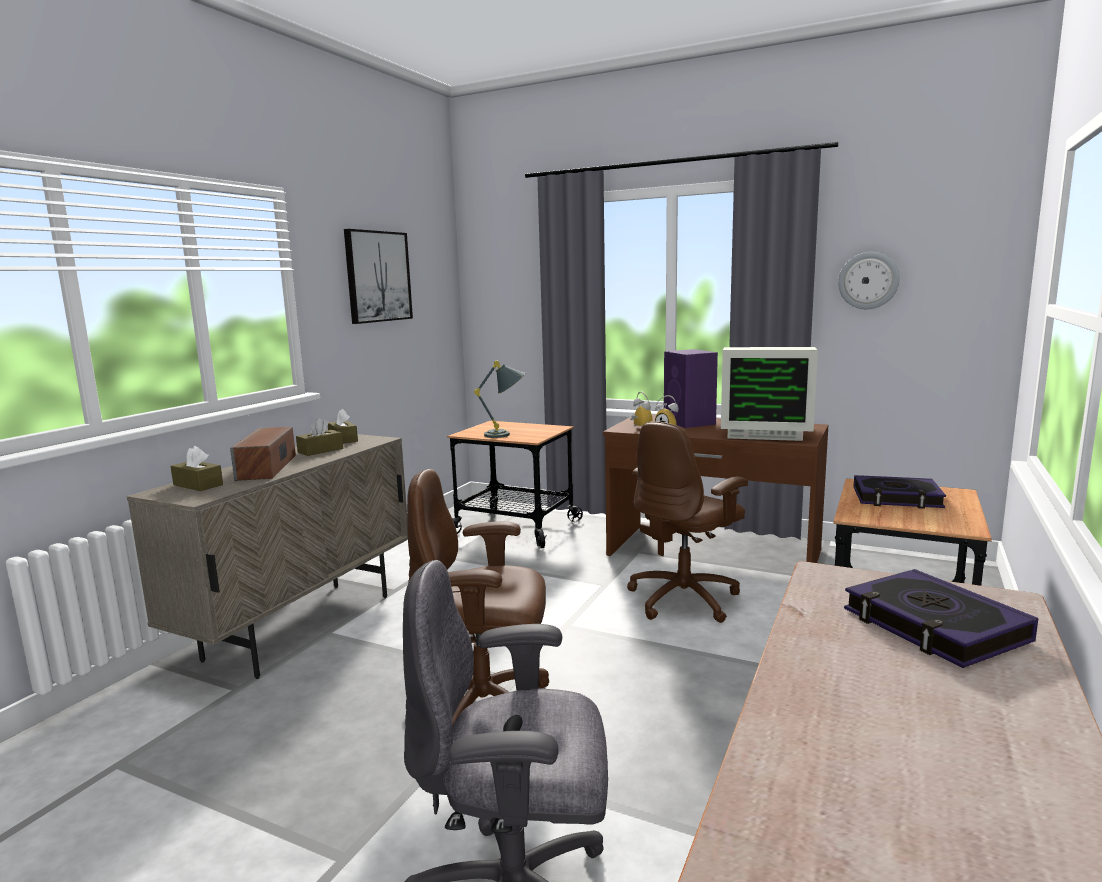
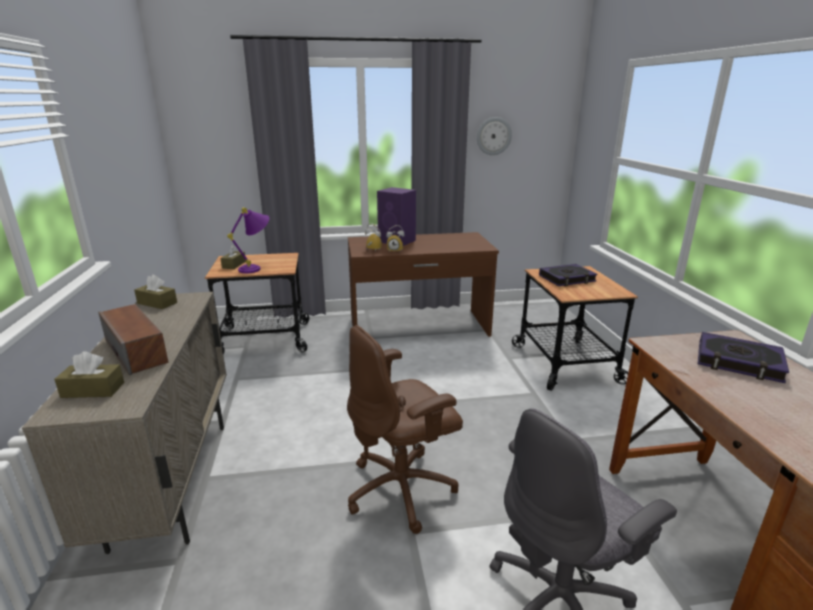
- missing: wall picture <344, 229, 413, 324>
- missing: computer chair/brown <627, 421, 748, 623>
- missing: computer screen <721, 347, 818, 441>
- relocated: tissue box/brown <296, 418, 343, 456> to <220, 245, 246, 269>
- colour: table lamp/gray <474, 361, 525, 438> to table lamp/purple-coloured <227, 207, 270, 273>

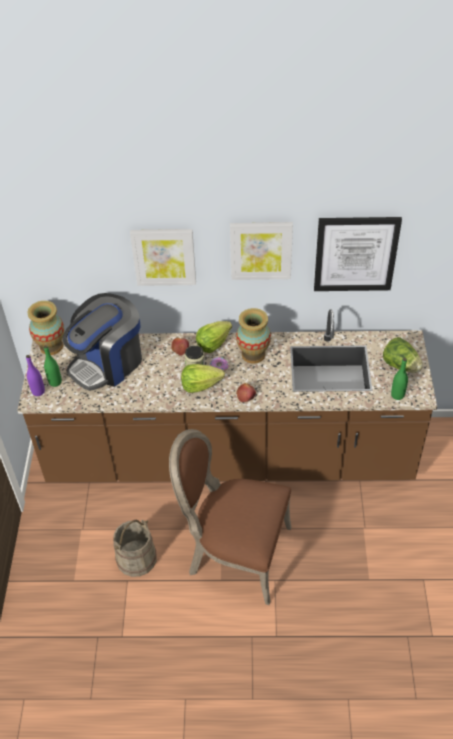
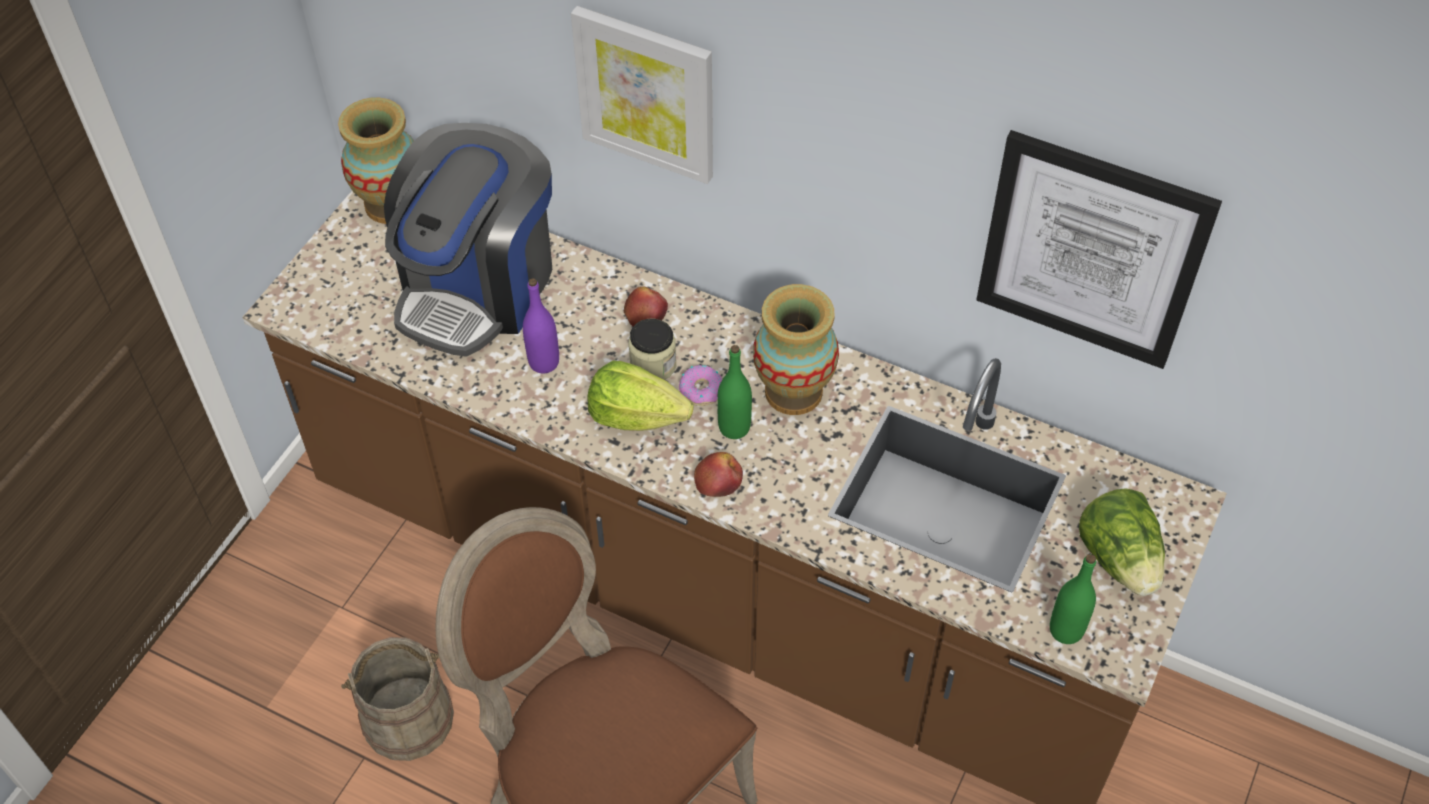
- missing: lettuce head <196, 321, 232, 353>
- missing: wall picture <230, 222, 293, 280>
- relocated: beverage bottle/purple-coloured <26, 355, 45, 396> to <523, 278, 559, 373>
- relocated: beverage bottle/green <44, 345, 62, 387> to <717, 345, 752, 439>
- spun: coffee maker <63, 293, 142, 391> = <384, 123, 552, 357> 45 degrees counterclockwise

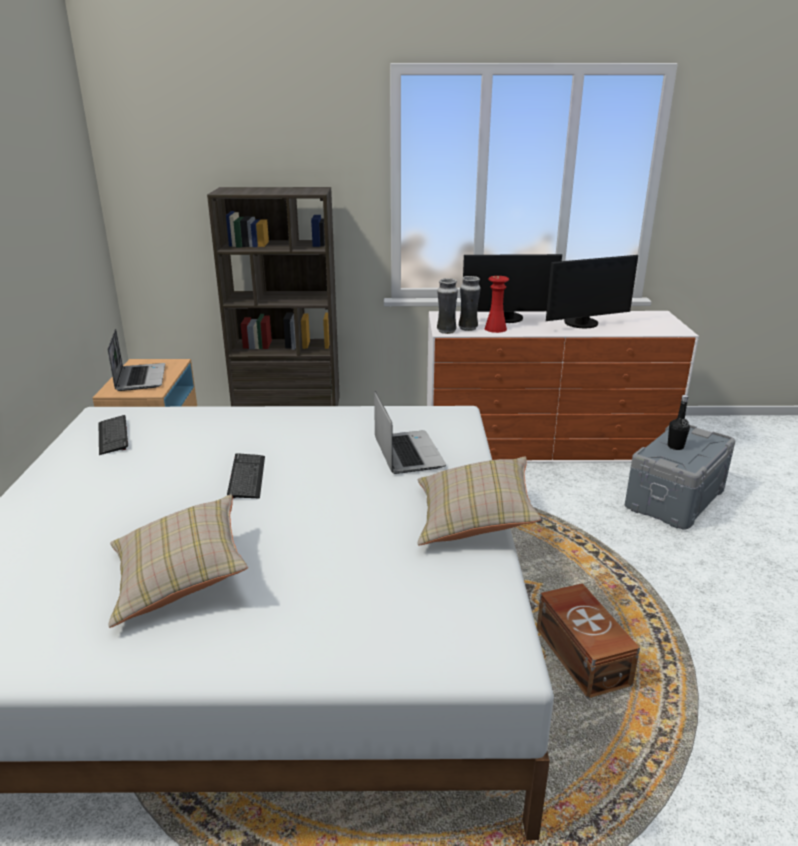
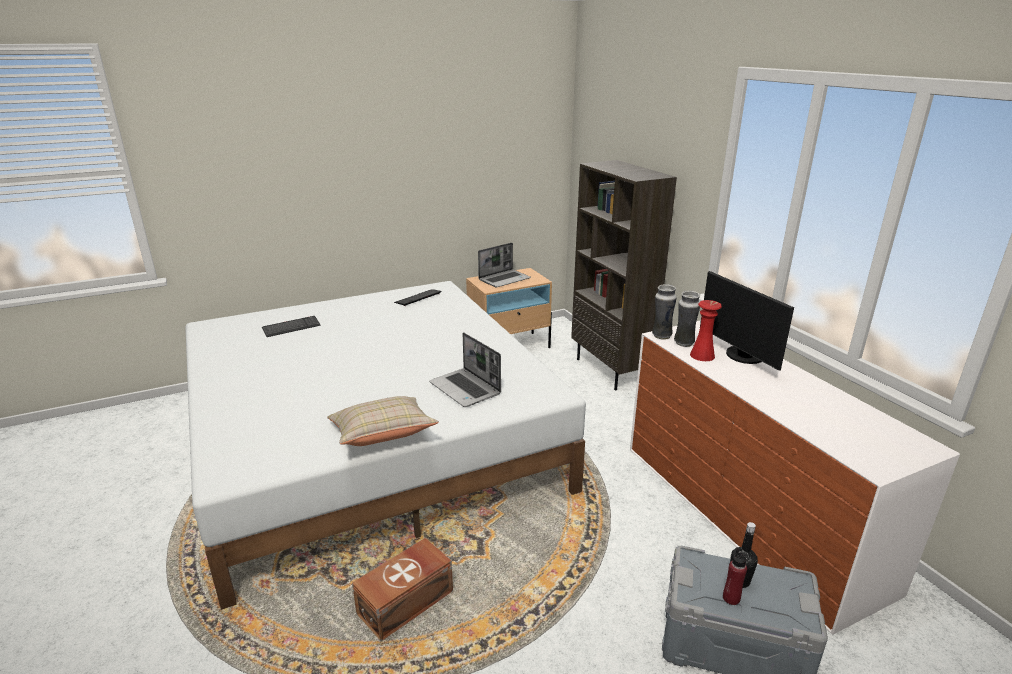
- missing: throw pillow/sand-coloured <108, 494, 248, 628>
- missing: computer screen <546, 255, 638, 328>
- appeared: beverage bottle/reddish <723, 548, 749, 605>
- relocated: computer keyboard <227, 453, 265, 499> to <262, 316, 321, 337>
- spun: laptop <374, 391, 446, 474> = <429, 332, 501, 407> 90 degrees clockwise

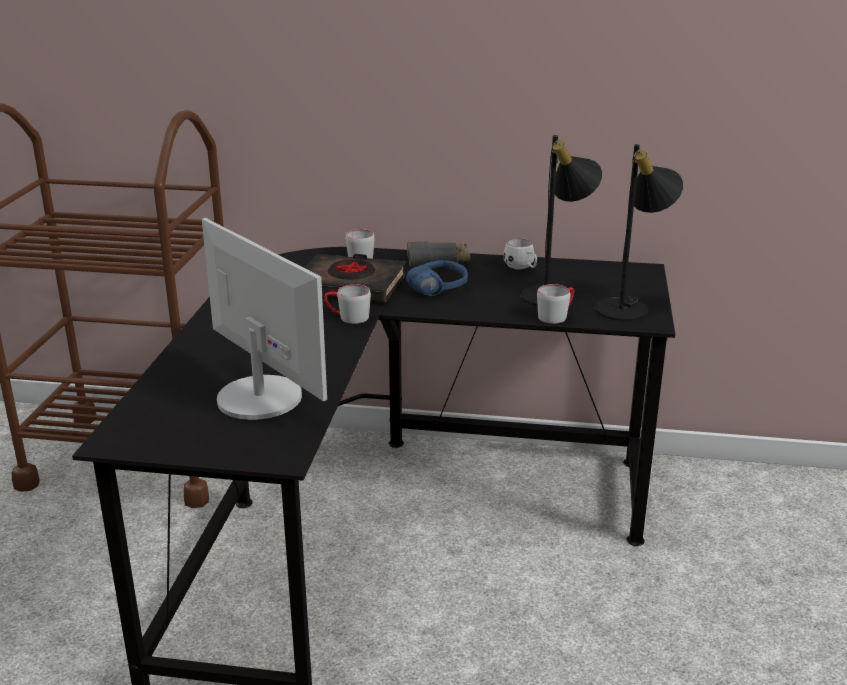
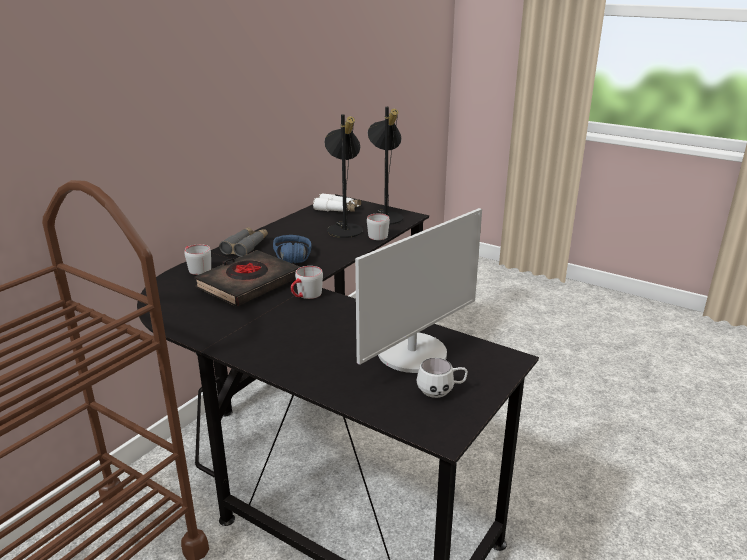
- appeared: binoculars/white <313, 193, 361, 212>
- relocated: mug/white <503, 238, 537, 270> to <417, 358, 468, 398>
- spun: computer screen <202, 218, 327, 420> = <355, 208, 482, 373> 150 degrees clockwise

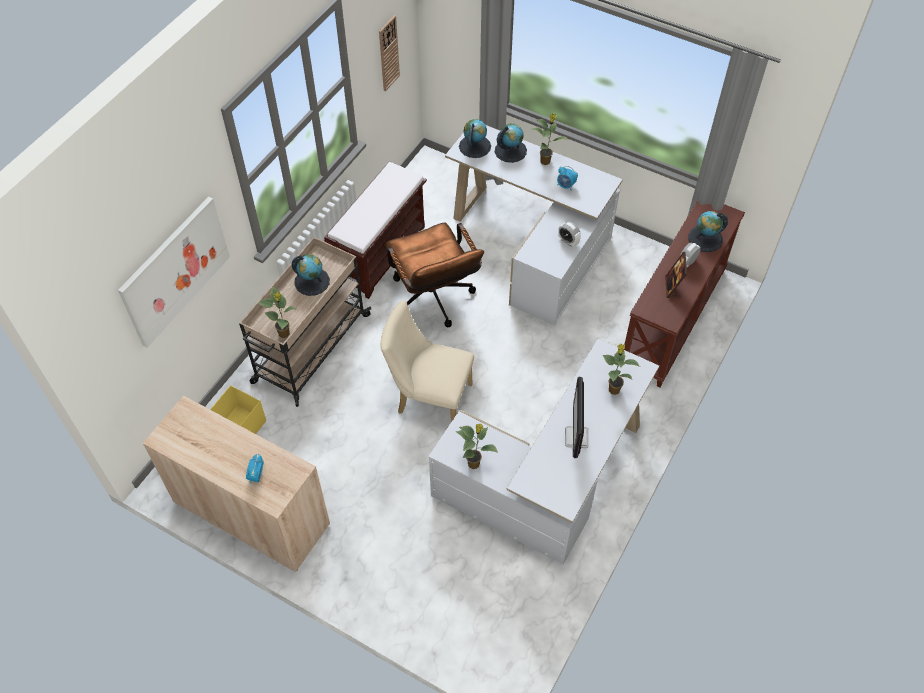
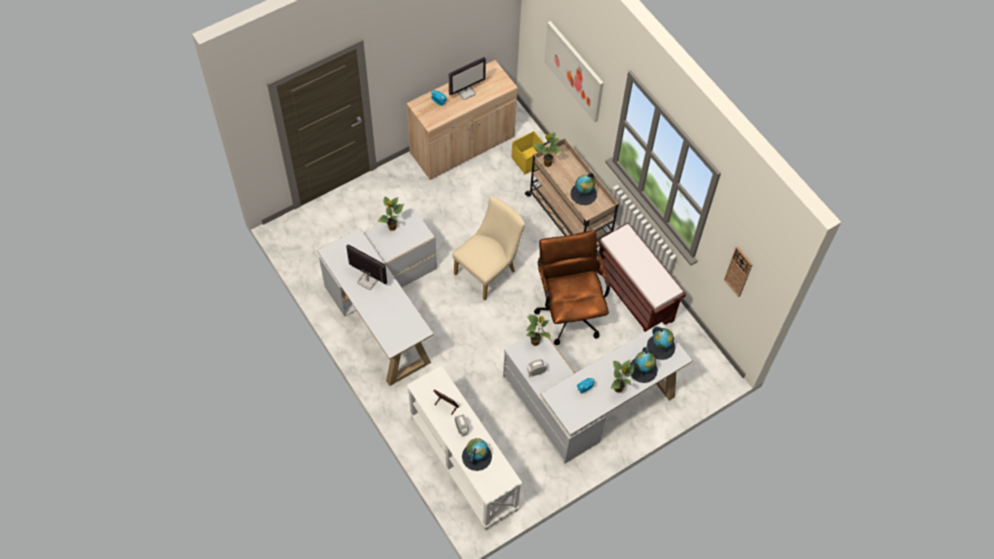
- appeared: computer screen <449, 57, 486, 100>
- relocated: houseplant <603, 344, 640, 395> to <526, 314, 551, 346>
- colour: narrow table/brown <624, 200, 745, 388> to narrow table/white <407, 365, 522, 531>
- spun: computer chair/brown <384, 223, 484, 327> = <534, 230, 610, 345> 75 degrees clockwise

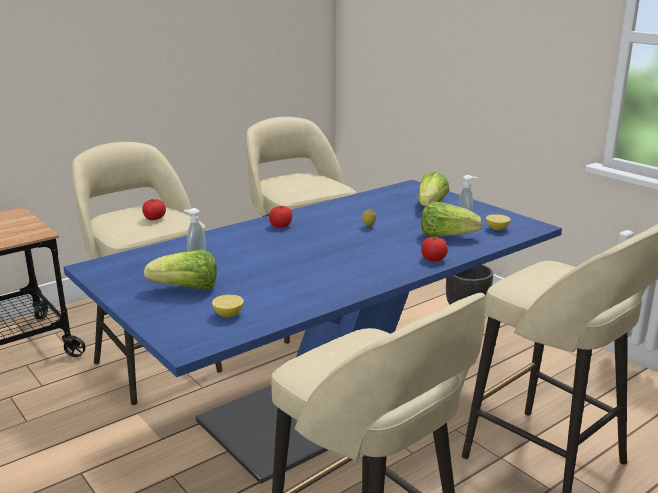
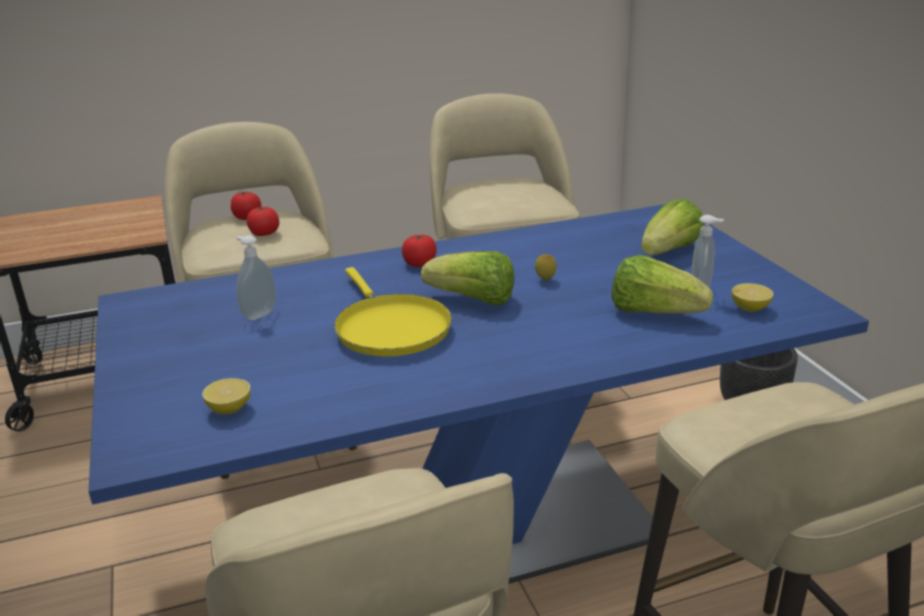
- appeared: pan/yellow <334, 267, 452, 356>
- relocated: lettuce head <144, 250, 217, 290> to <421, 251, 514, 305>
- relocated: fresh tomato <421, 237, 448, 261> to <231, 191, 261, 220>

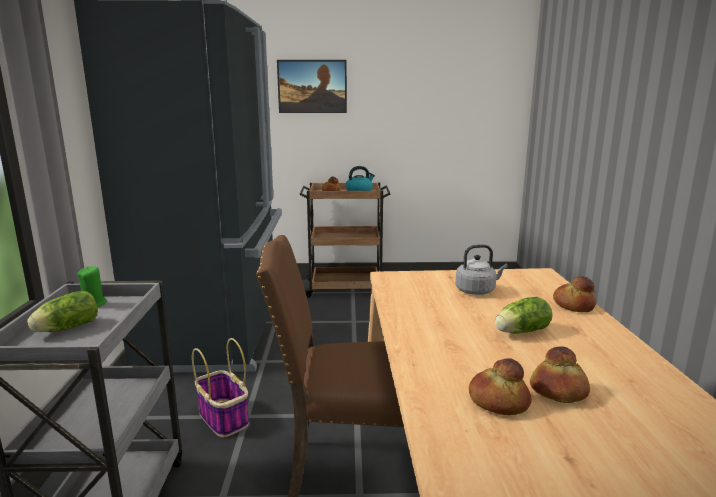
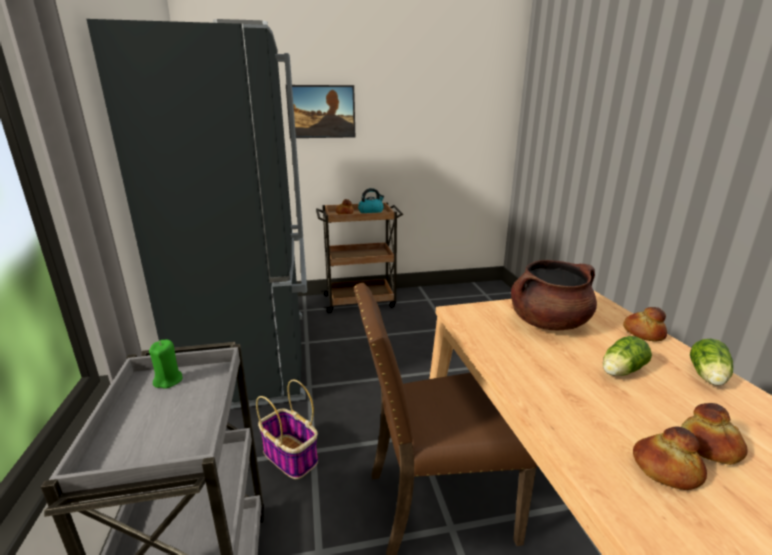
- relocated: lettuce head <27, 291, 98, 332> to <690, 339, 733, 386>
- exchanged: tea kettle/gray <455, 244, 508, 295> to stockpot/brown <511, 260, 597, 330>

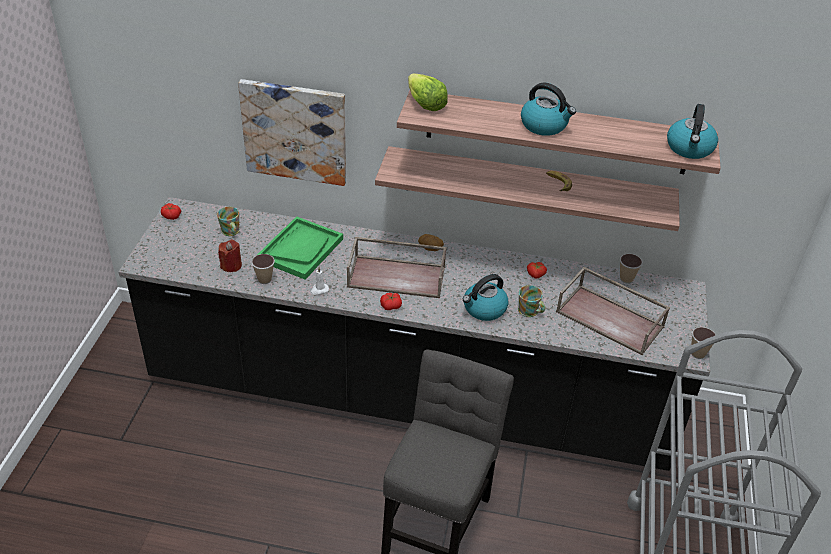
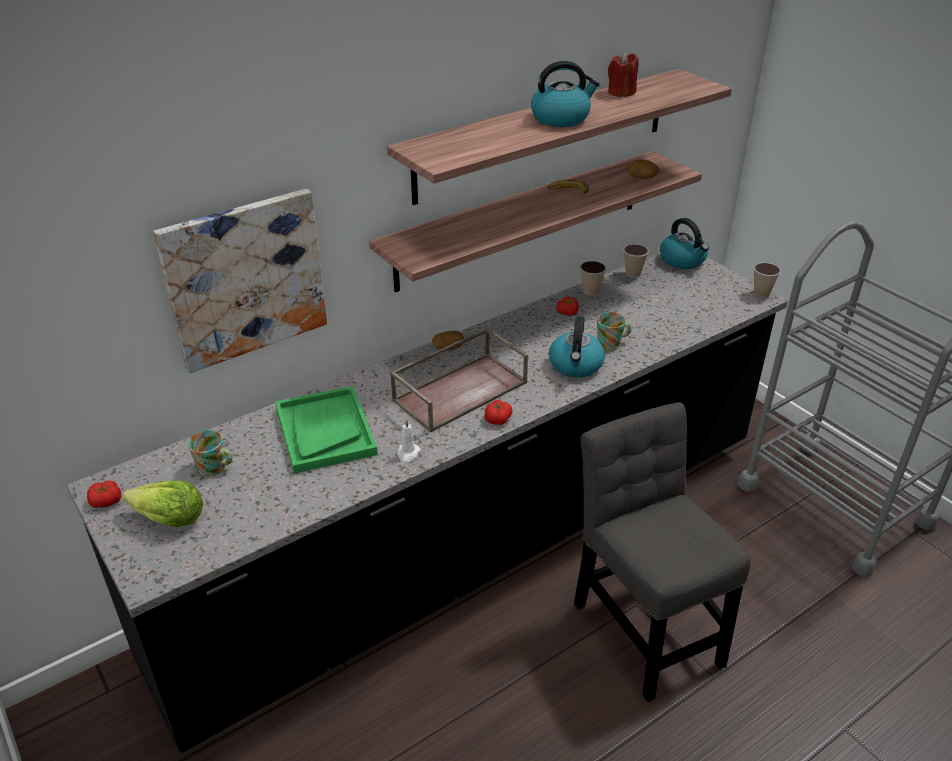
- missing: tray/brown <556, 267, 670, 355>
- appeared: whole potato <627, 160, 660, 179>
- relocated: wax candle/reddish <218, 240, 242, 272> to <608, 52, 639, 97>
- relocated: drinking cup <251, 254, 275, 284> to <580, 261, 606, 296>
- relocated: lettuce head <408, 73, 448, 111> to <122, 481, 203, 527>
- relocated: tea kettle <667, 104, 718, 159> to <660, 218, 709, 269>

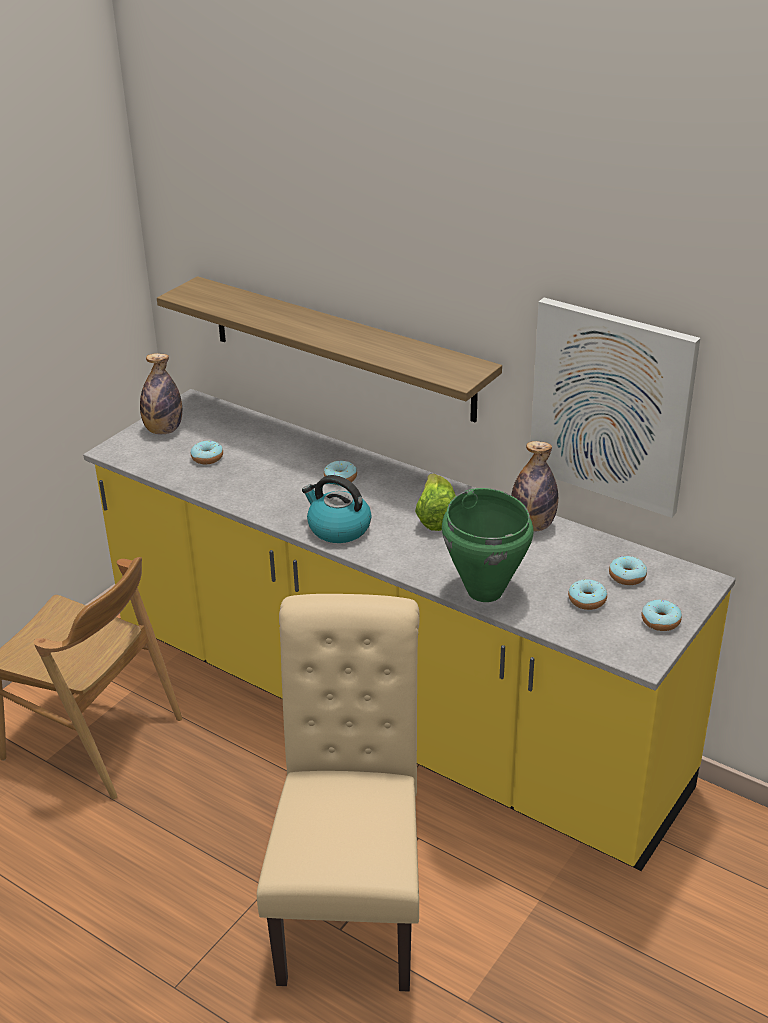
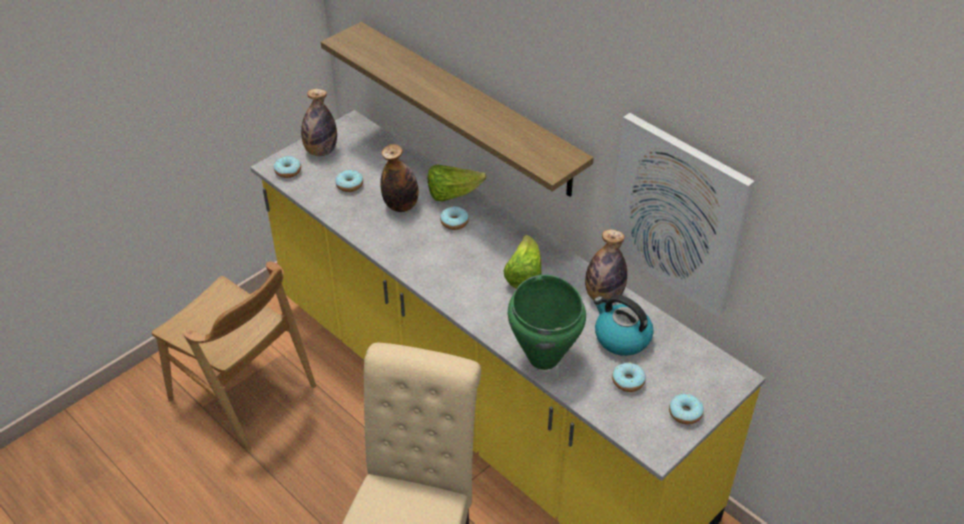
- appeared: beverage bottle <380, 144, 419, 212>
- appeared: lettuce head <428, 164, 486, 201>
- relocated: tea kettle <302, 475, 371, 543> to <594, 295, 654, 356>
- relocated: donut <609, 556, 647, 585> to <274, 156, 301, 178>

